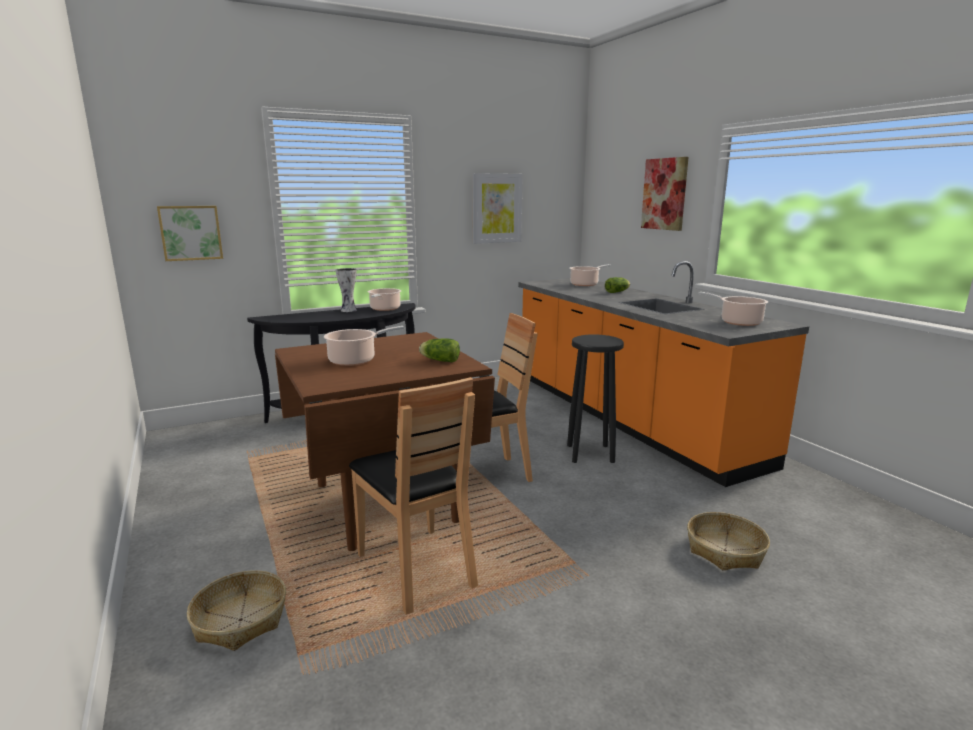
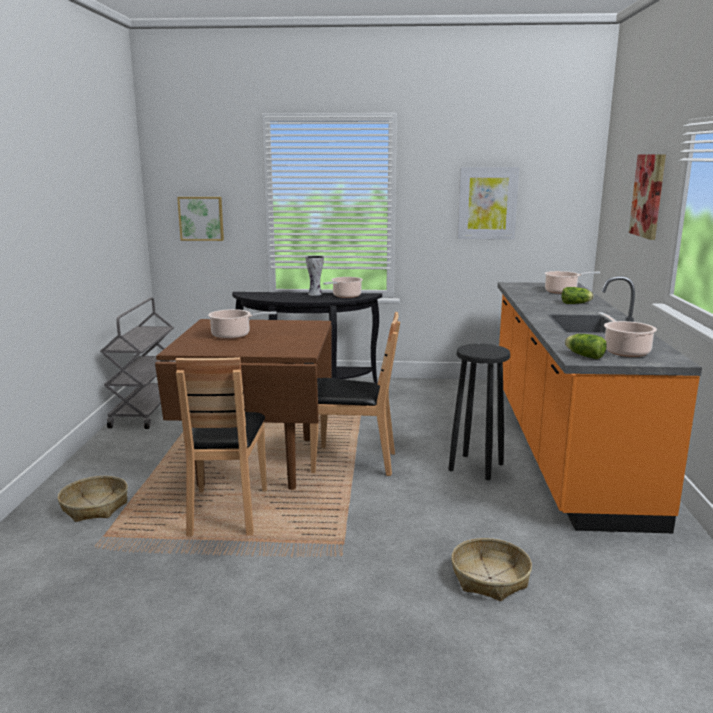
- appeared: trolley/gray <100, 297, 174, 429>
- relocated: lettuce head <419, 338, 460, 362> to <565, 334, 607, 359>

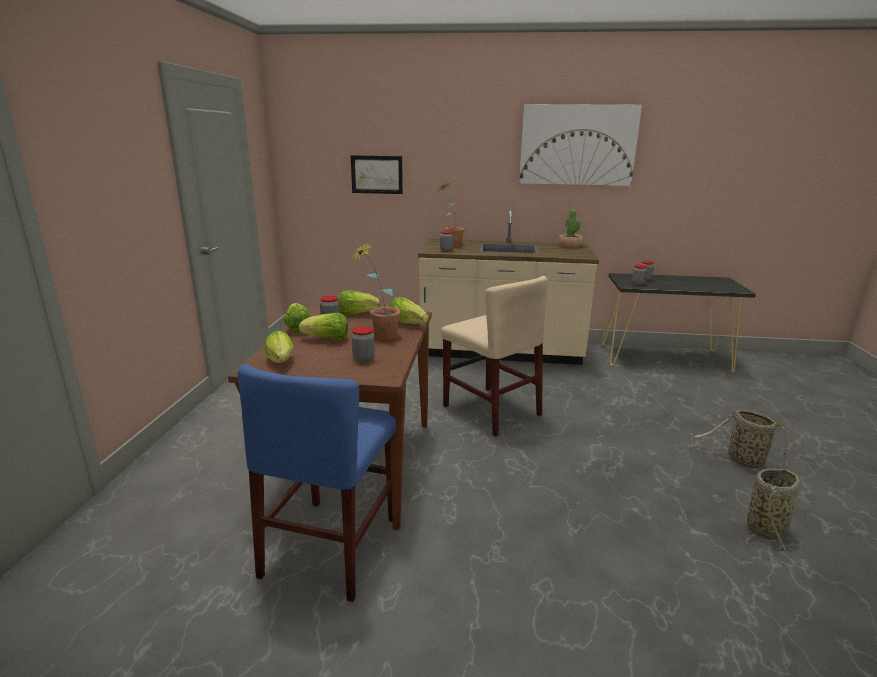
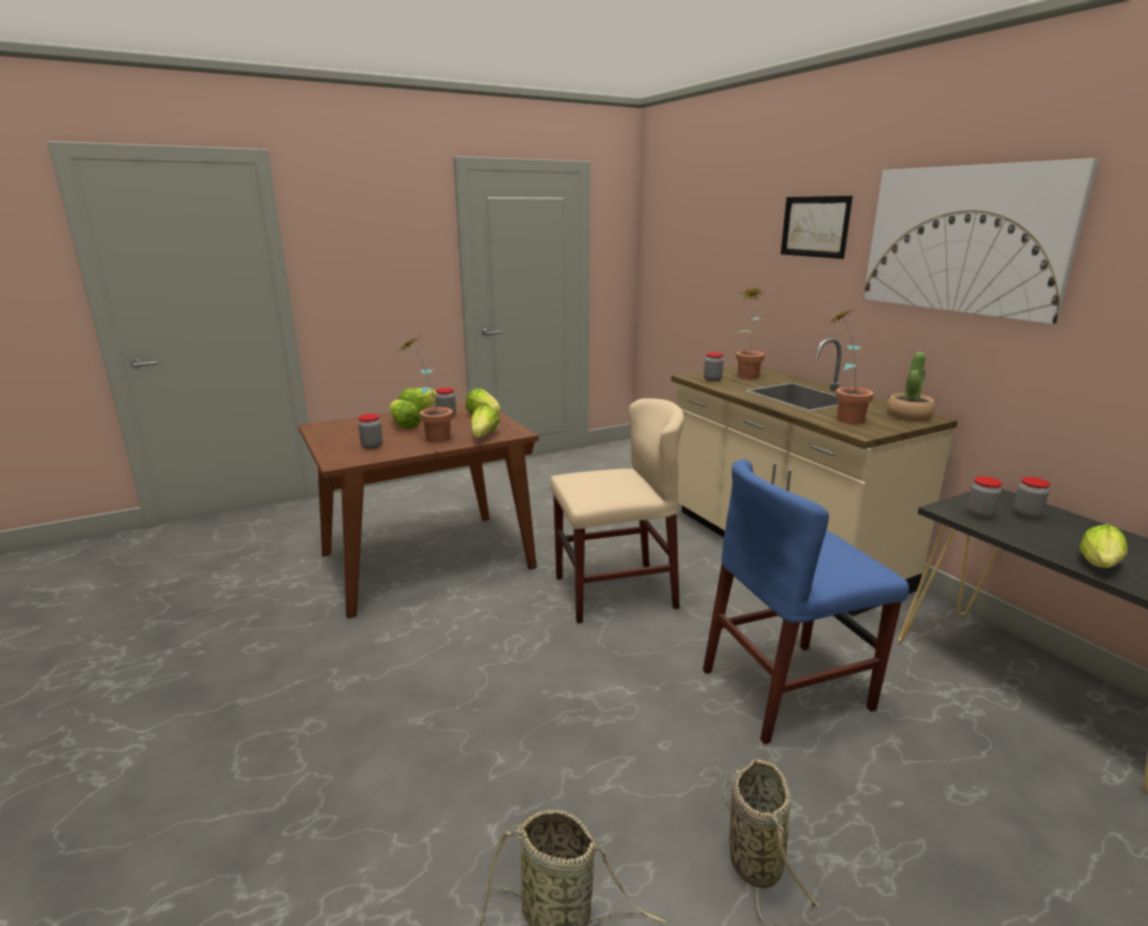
- appeared: houseplant <826, 308, 874, 424>
- relocated: plain chair/blue-coloured <238, 364, 396, 602> to <703, 459, 909, 744>
- relocated: lettuce head <265, 331, 293, 363> to <1079, 524, 1127, 568>
- relocated: wall picture <351, 155, 403, 194> to <781, 196, 853, 259>
- spun: plain chair/sand-coloured <441, 276, 548, 437> = <550, 398, 684, 623> 120 degrees counterclockwise

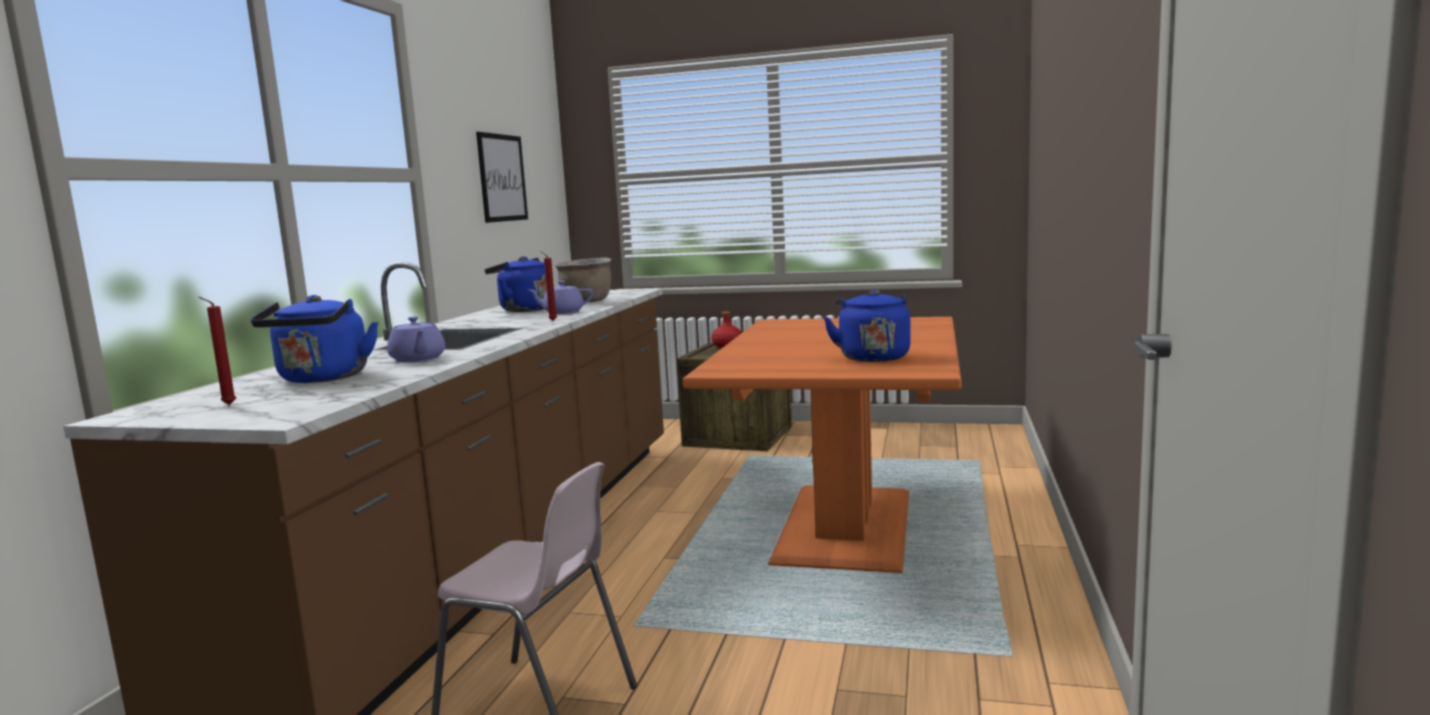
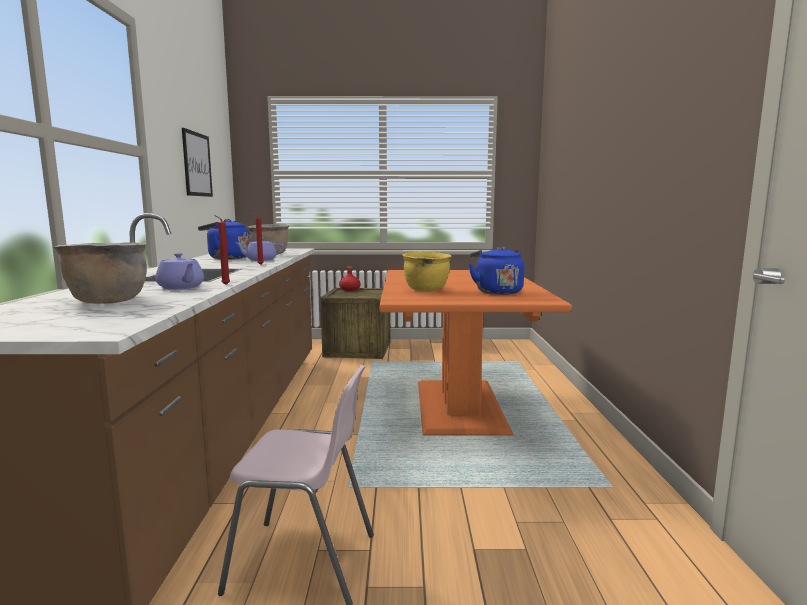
- appeared: stockpot/yellow <403, 251, 451, 291>
- relocated: wax candle/reddish <198, 297, 236, 405> to <214, 215, 230, 285>
- exchanged: tea kettle/blue-coloured <251, 295, 378, 383> to stockpot/brown <54, 242, 147, 304>

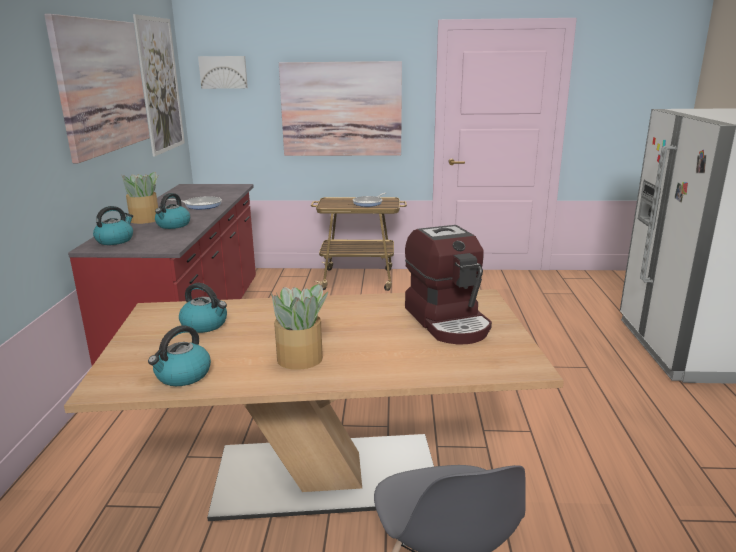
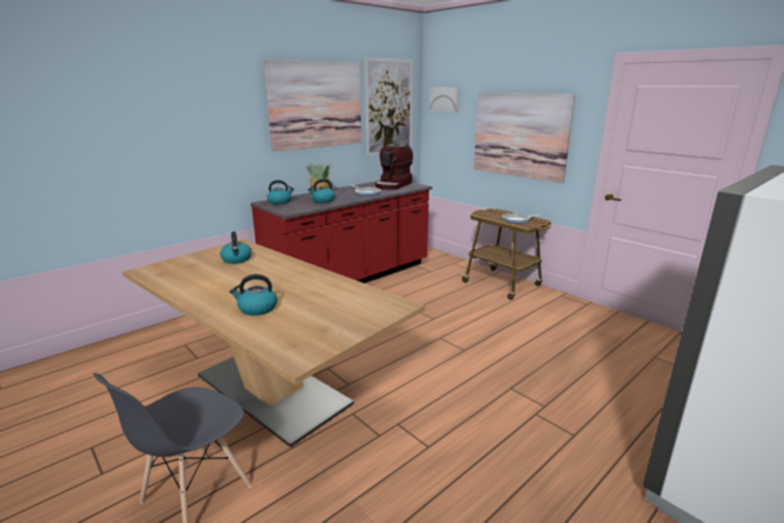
- missing: houseplant <270, 284, 329, 370>
- relocated: tea kettle <148, 325, 211, 386> to <230, 274, 277, 316>
- relocated: coffee maker <405, 225, 492, 344> to <375, 144, 413, 190>

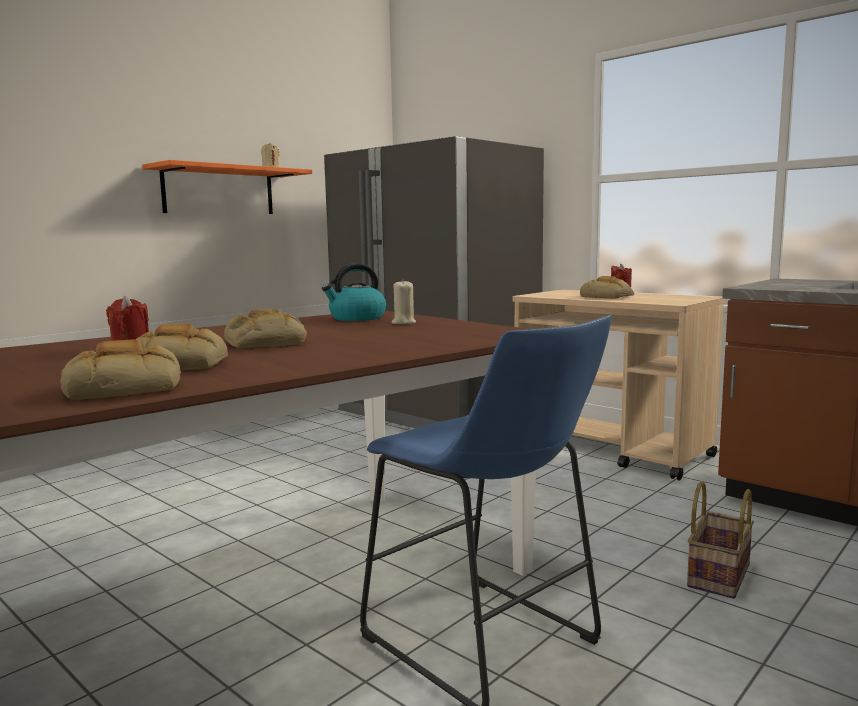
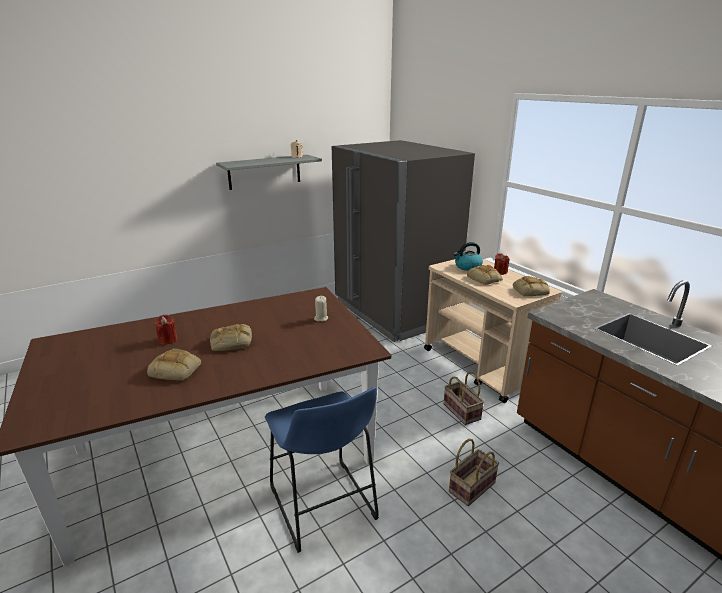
- appeared: household basket <443, 372, 484, 425>
- relocated: bakery bread <60, 340, 181, 400> to <513, 276, 550, 296>
- relocated: tea kettle <322, 263, 386, 321> to <453, 242, 483, 271>
- colour: bracket shelf/orange-coloured <142, 160, 312, 214> to bracket shelf/gray <216, 155, 322, 190>

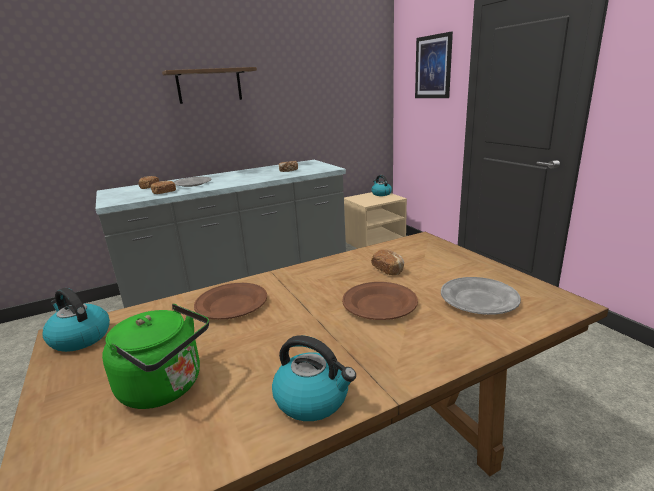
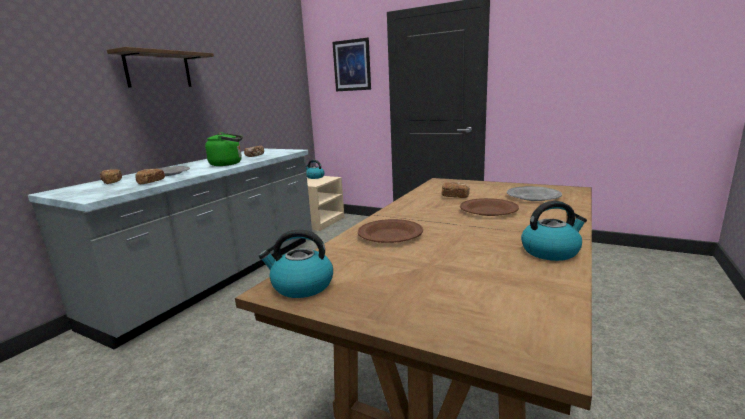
- relocated: tea kettle/green <102, 304, 209, 409> to <205, 132, 243, 166>

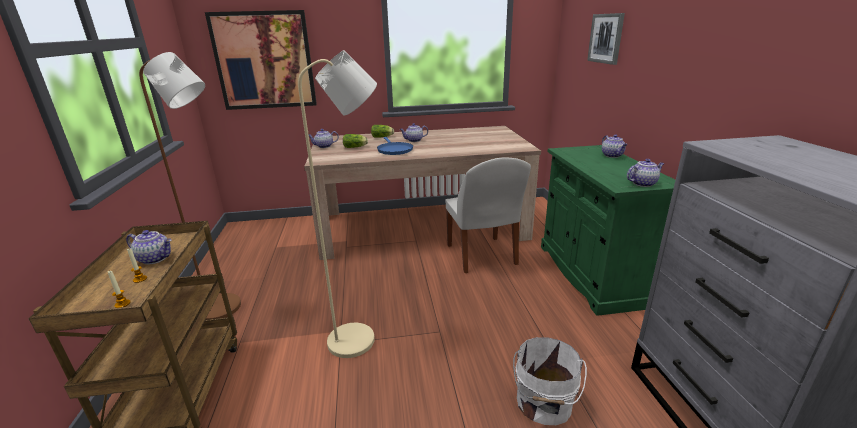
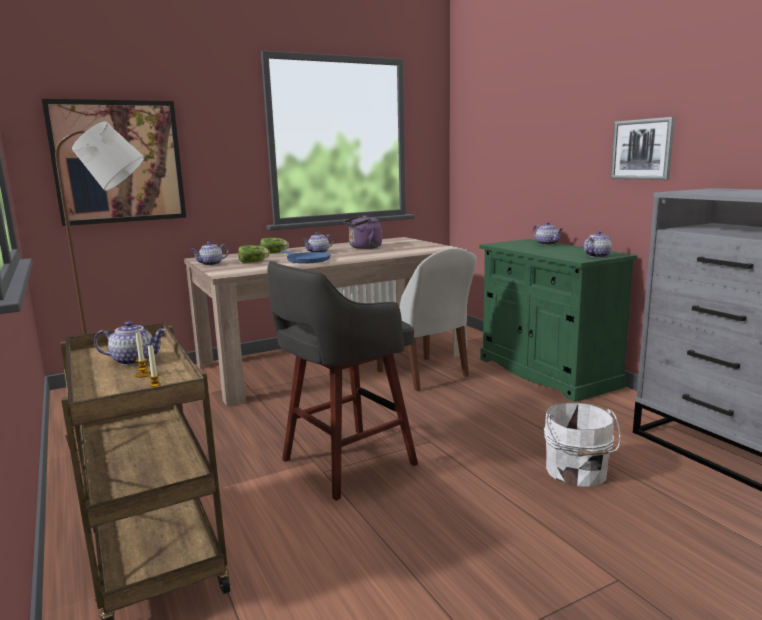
- appeared: tea kettle/purple-coloured <343, 215, 382, 249>
- relocated: wall picture <587, 13, 625, 65> to <610, 117, 675, 180>
- exchanged: standard lamp/sand-coloured <298, 50, 377, 358> to stool seat/gray <267, 261, 418, 501>

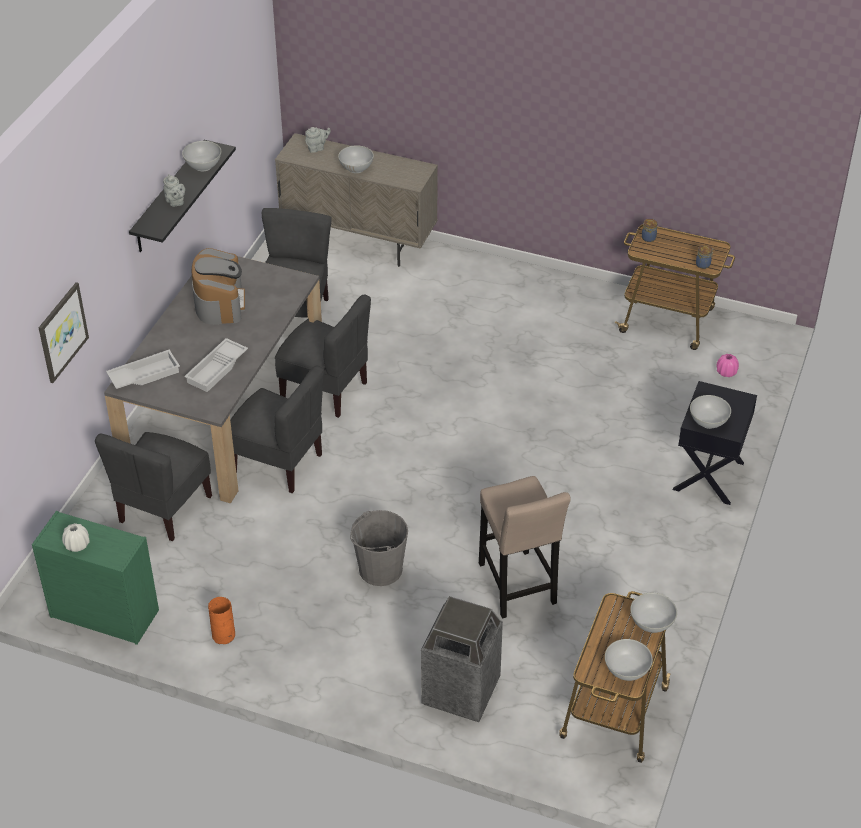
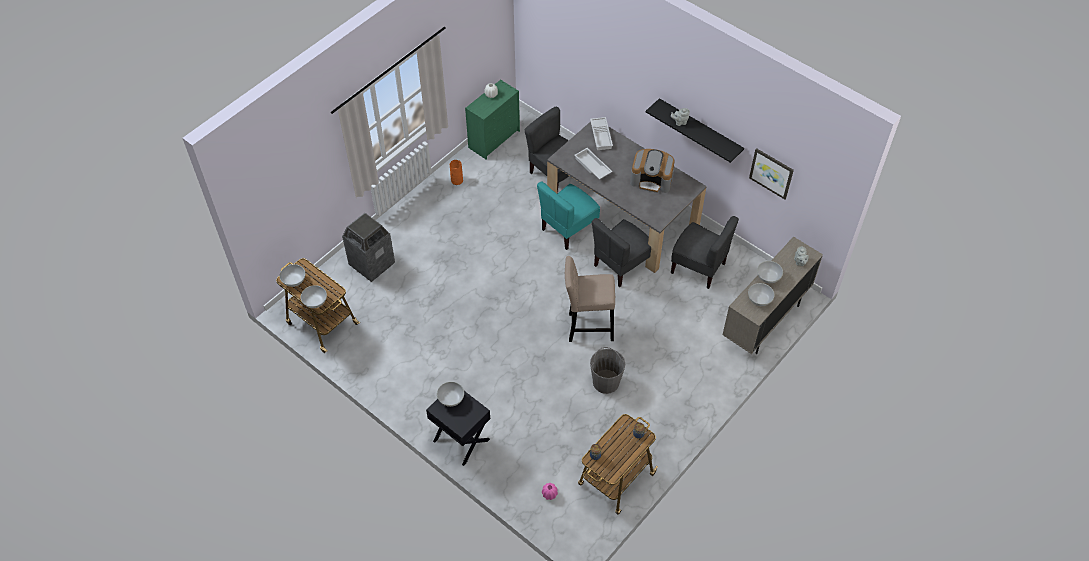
- relocated: wall picture <39, 282, 89, 383> to <749, 148, 794, 199>
- relocated: serving bowl/white <182, 141, 221, 171> to <748, 283, 775, 306>
- relocated: bucket/gray <350, 510, 408, 586> to <590, 347, 625, 394>
- relocated: stool seat/sand-coloured <479, 476, 571, 619> to <564, 256, 615, 342>
- colour: plain chair/gray <230, 366, 324, 493> to plain chair/blue-green <537, 182, 600, 250>

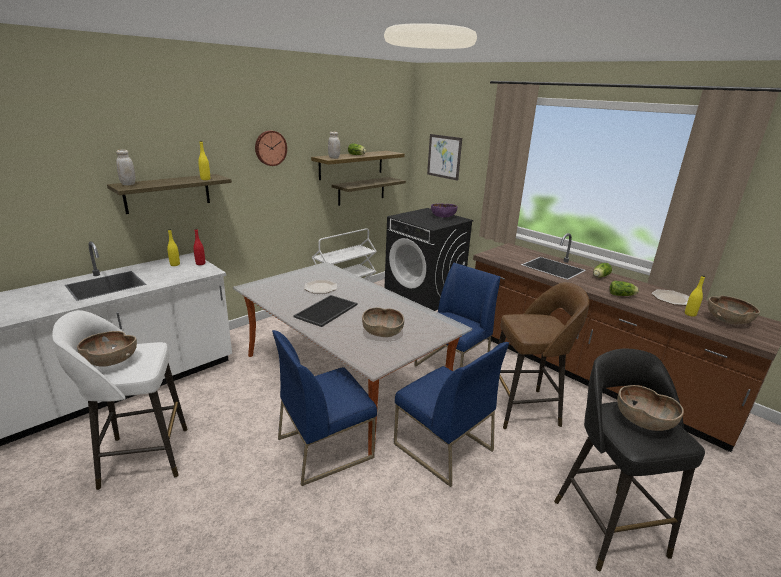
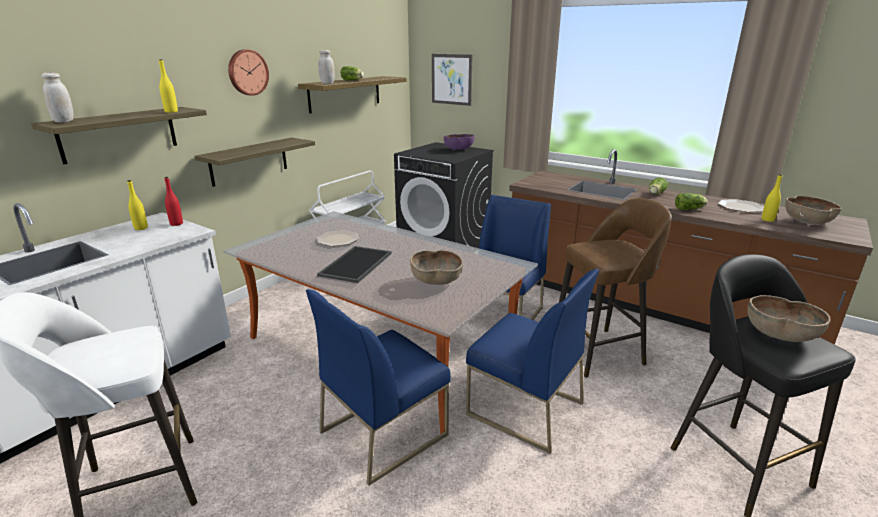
- missing: serving bowl/brown <77, 331, 137, 367>
- relocated: bracket shelf <332, 177, 406, 206> to <195, 137, 315, 187>

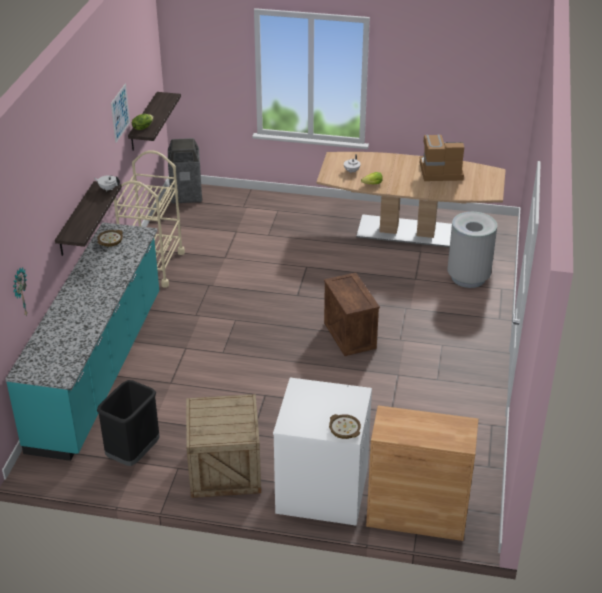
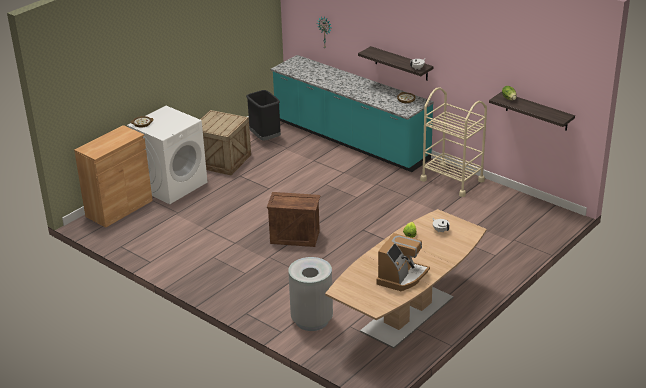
- missing: wall picture <111, 83, 130, 143>
- missing: rubbish bin <168, 138, 202, 204>

